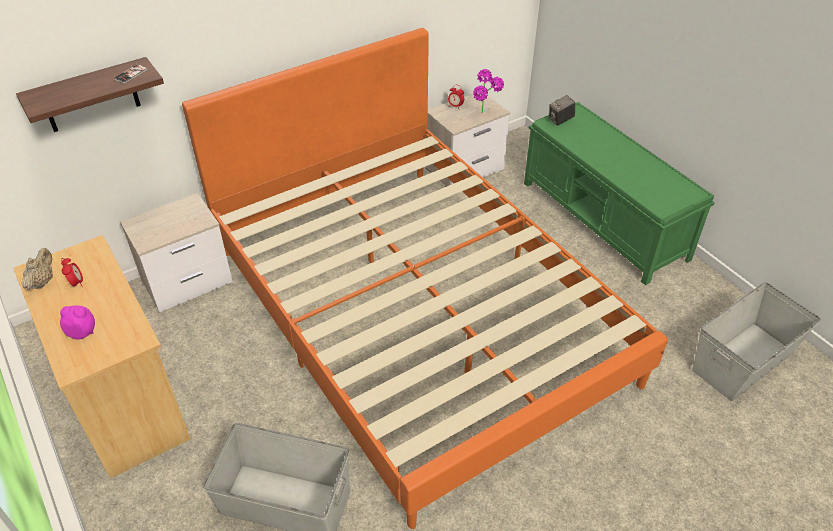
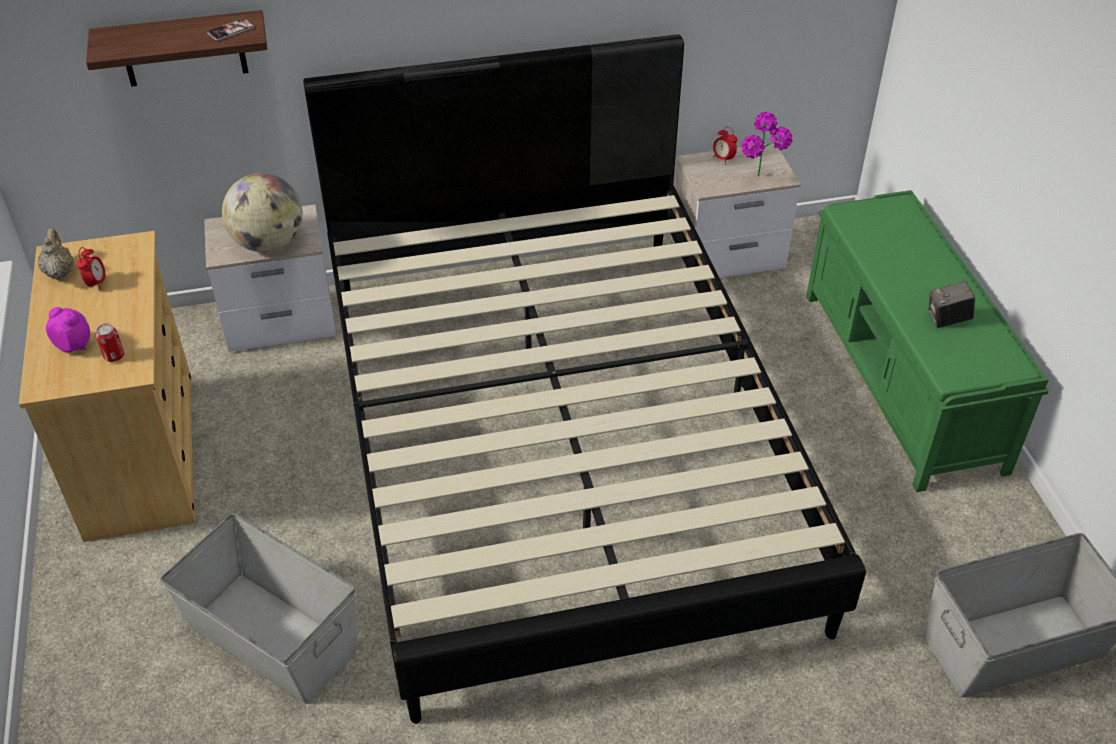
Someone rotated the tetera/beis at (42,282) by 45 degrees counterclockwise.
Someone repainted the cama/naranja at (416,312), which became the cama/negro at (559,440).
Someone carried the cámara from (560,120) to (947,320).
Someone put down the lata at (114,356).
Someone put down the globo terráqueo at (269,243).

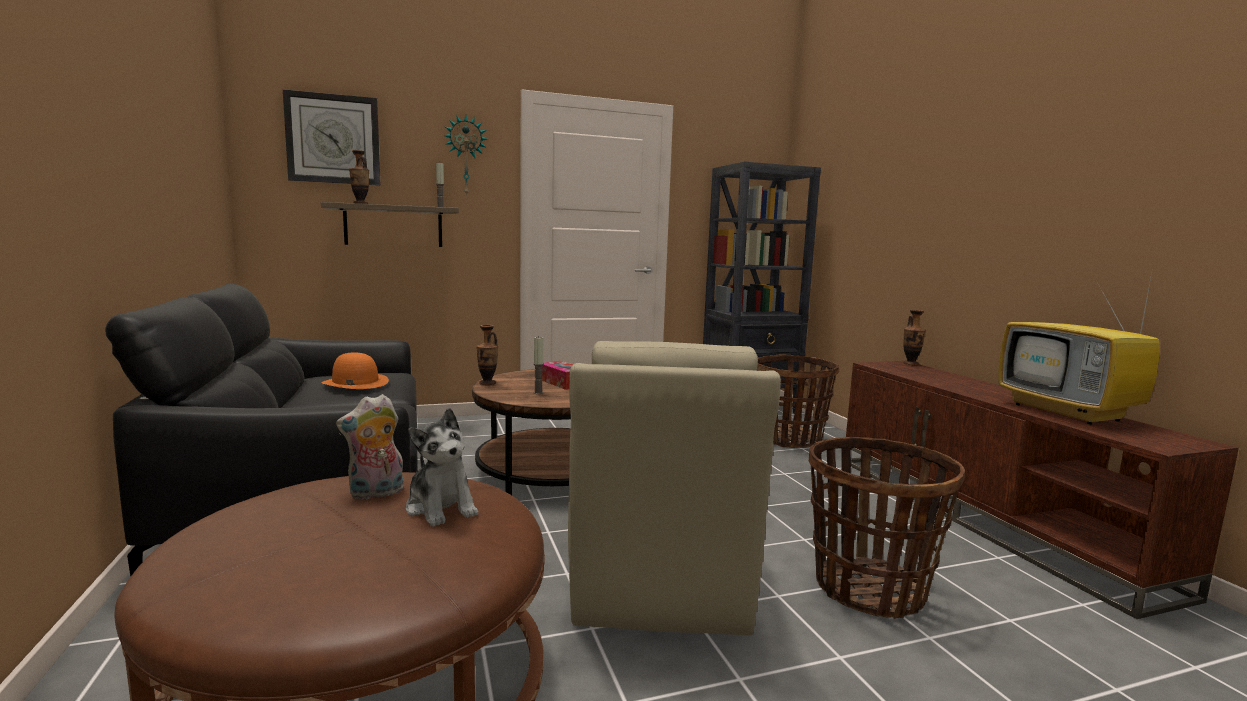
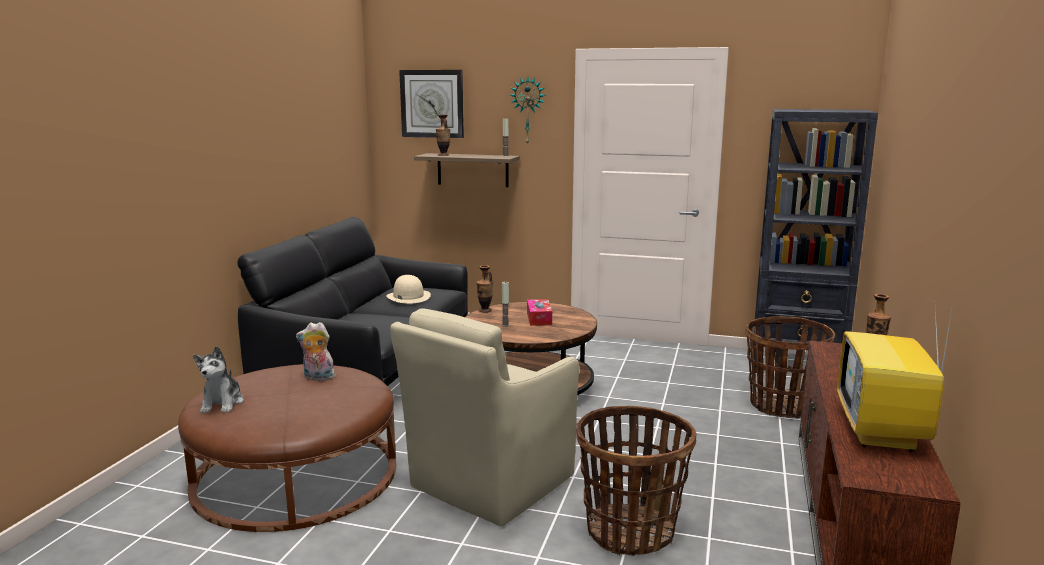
Someone repainted the sombrero/naranja at (355,382), which became the sombrero/beis at (408,297).
Someone carried the peluche from (441,508) to (222,403).

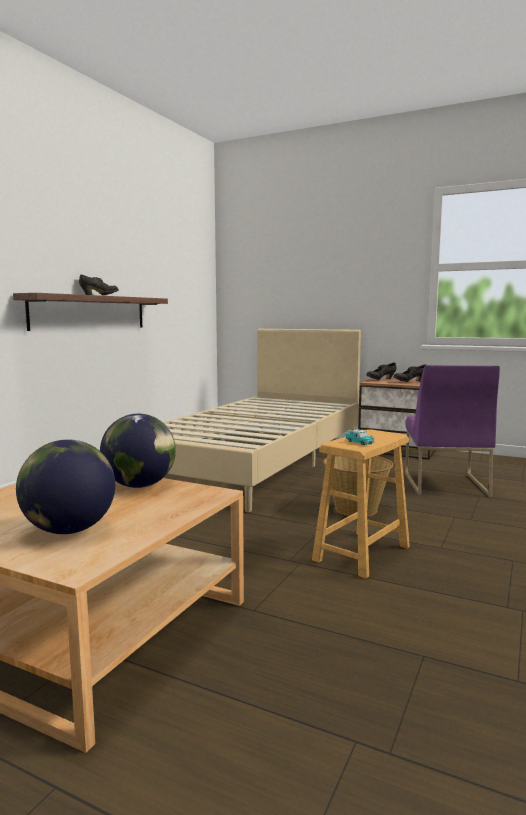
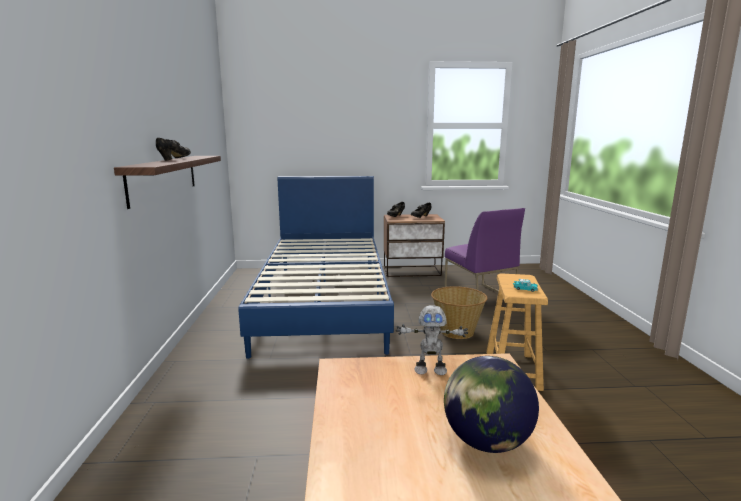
Someone swapped the globo terráqueo at (140,486) for the robot de juguete at (430,370).
Someone repainted the cama/beis at (257,461), which became the cama/azul at (324,301).

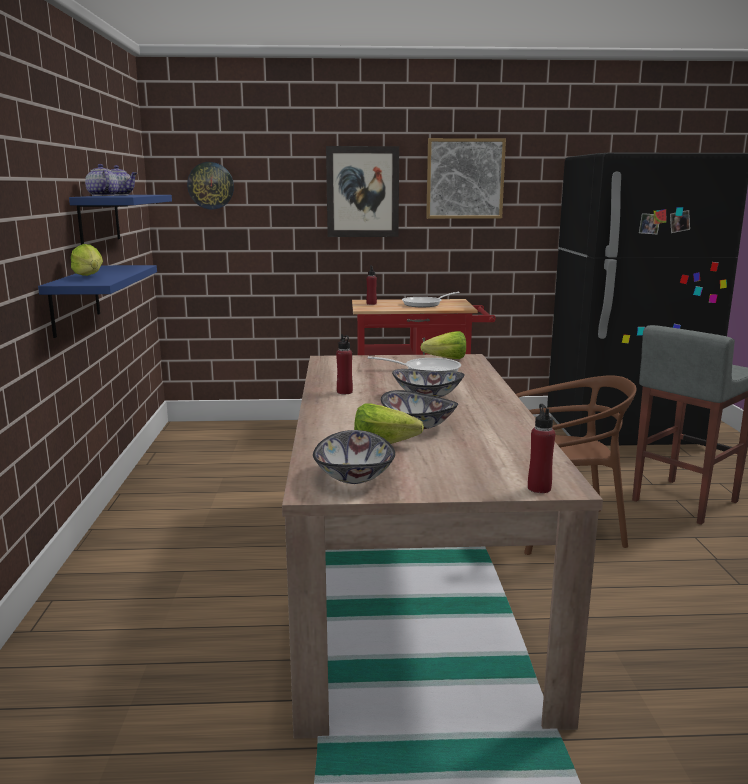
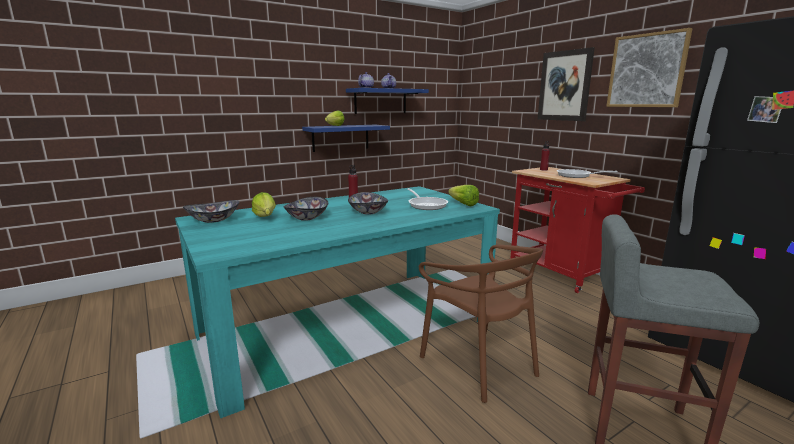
Someone took away the reloj de pared at (211,185).
Someone repainted the mesa de comedor/beis at (410,581), which became the mesa de comedor/turquesa at (347,325).
Someone took away the botella/rojo at (539,488).

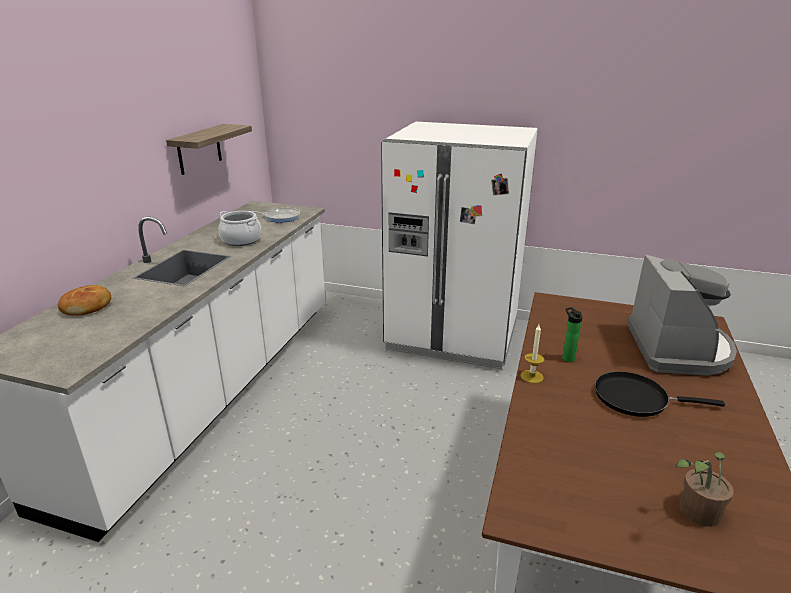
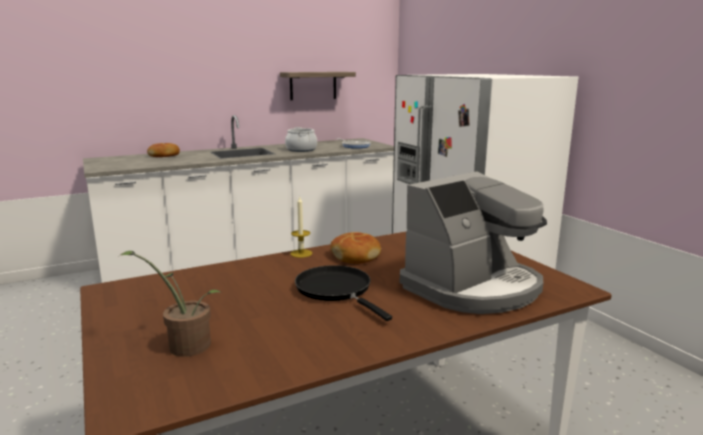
Someone swapped the botella at (567,358) for the pan at (356,256).

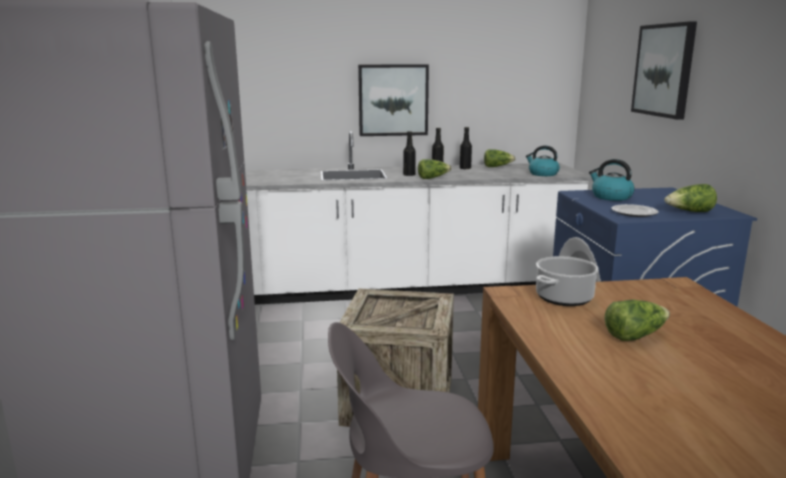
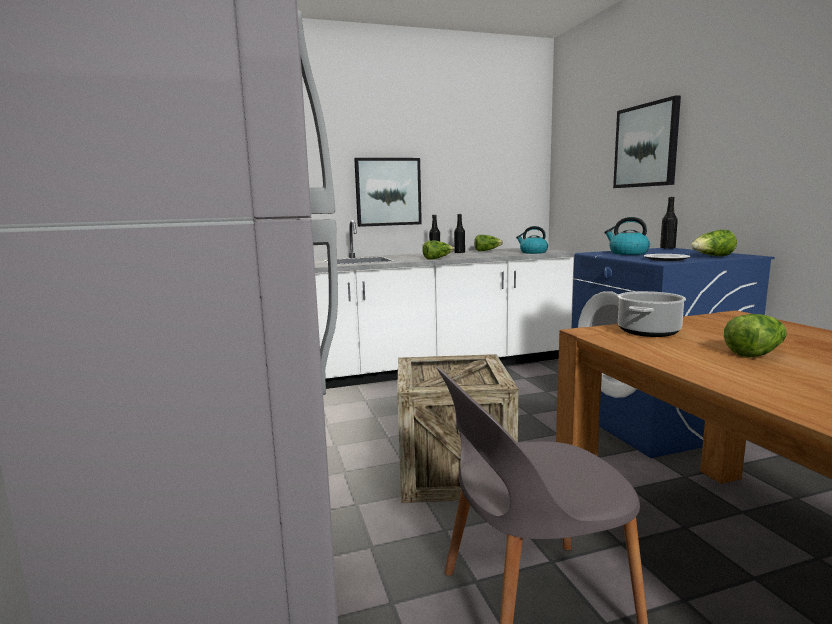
Someone carried the botella/negro from (409,175) to (667,248).

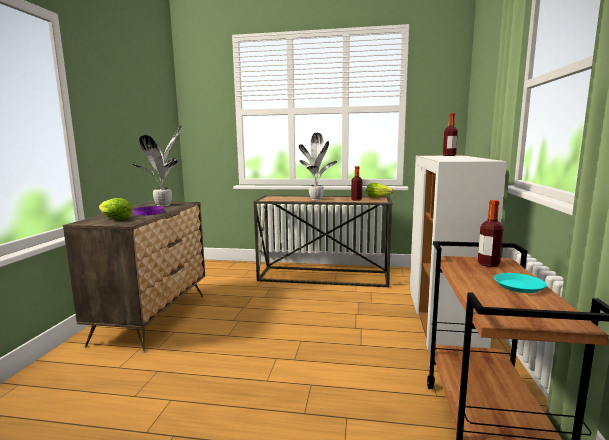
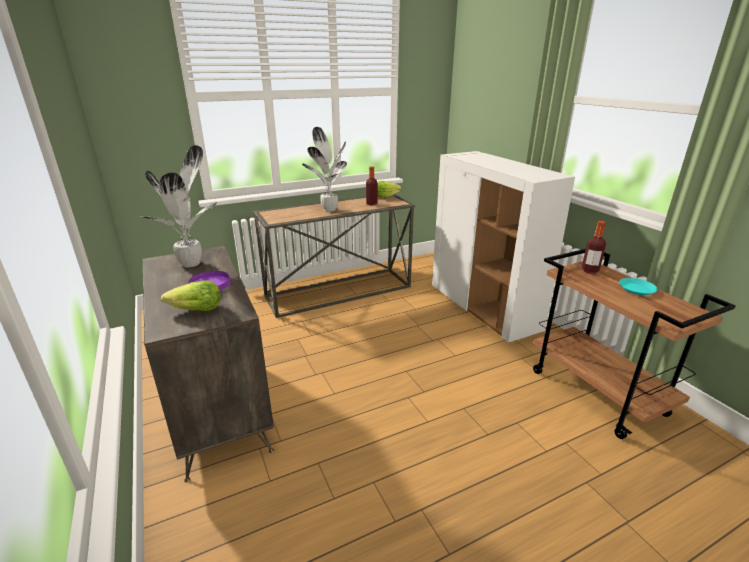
Someone took away the botella at (449,155).

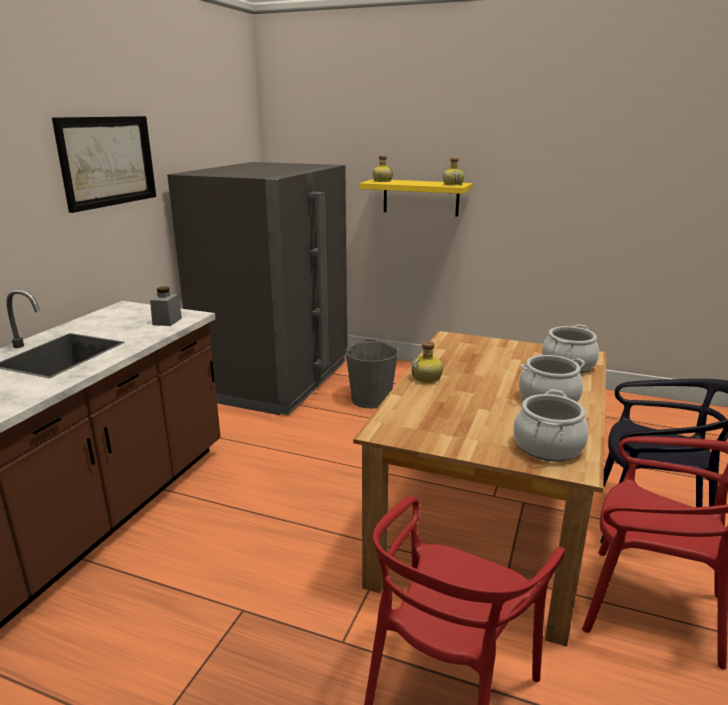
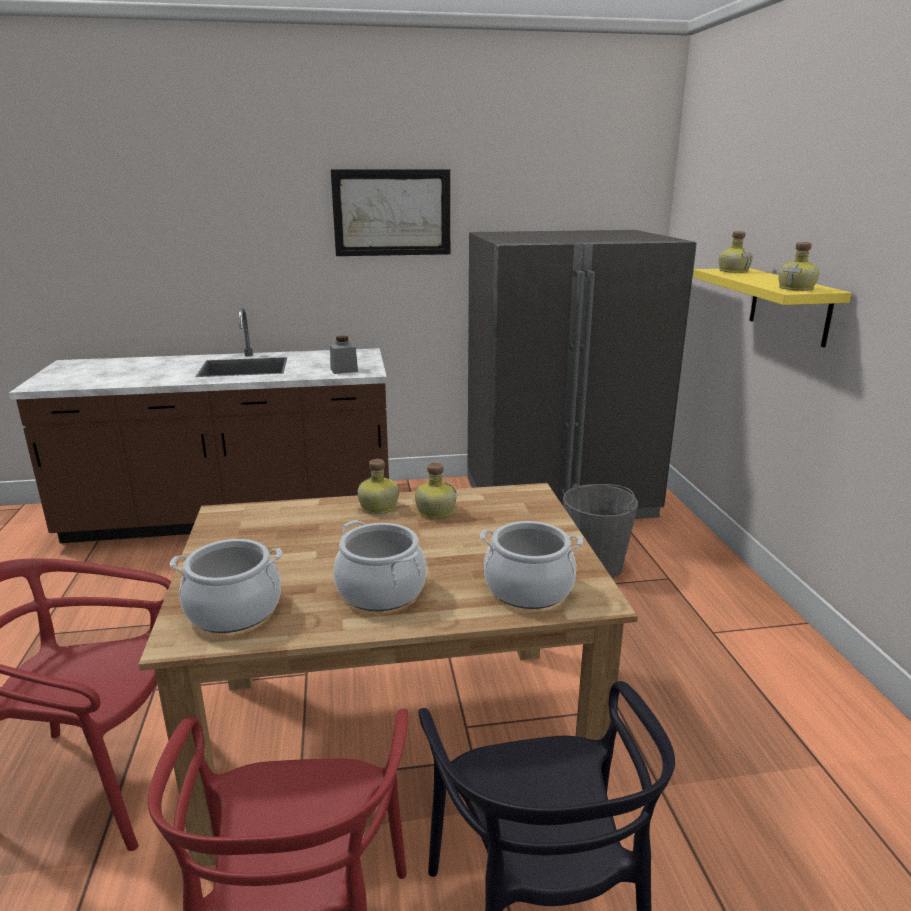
Someone put down the botella at (434,511).

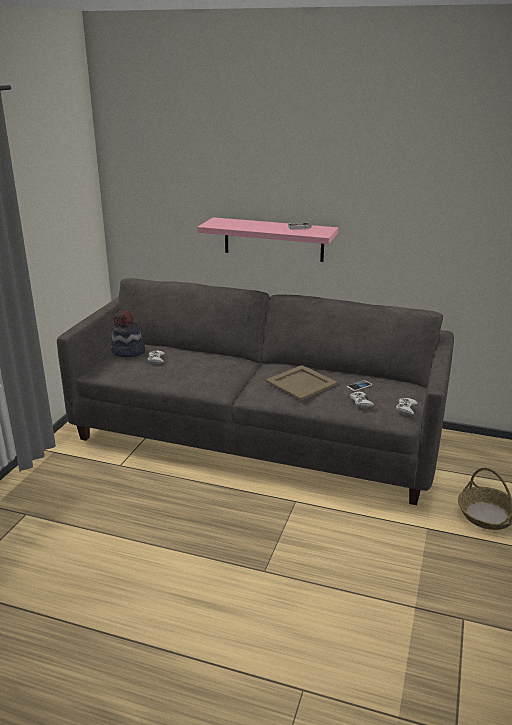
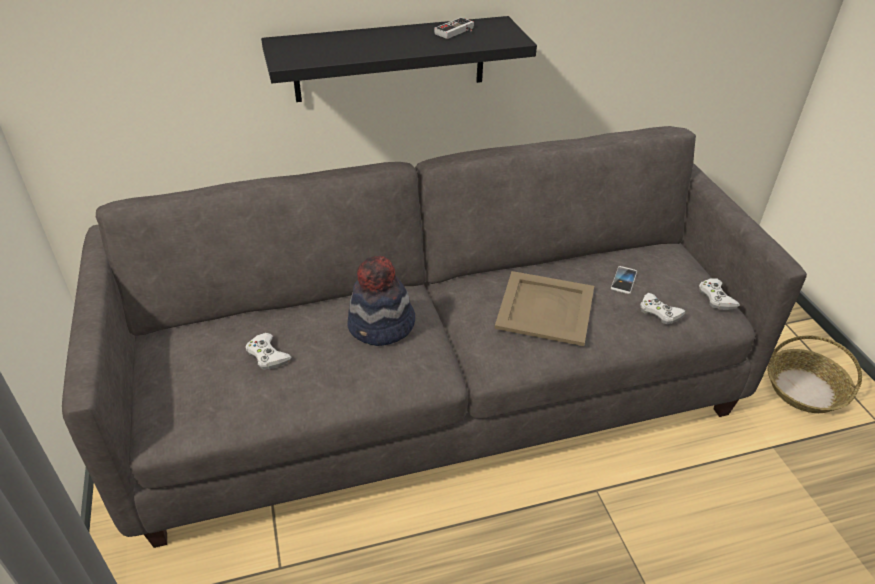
Someone carried the sombrero from (128,351) to (381,326).
Someone repainted the estante/rosa at (273,239), which became the estante/negro at (390,59).

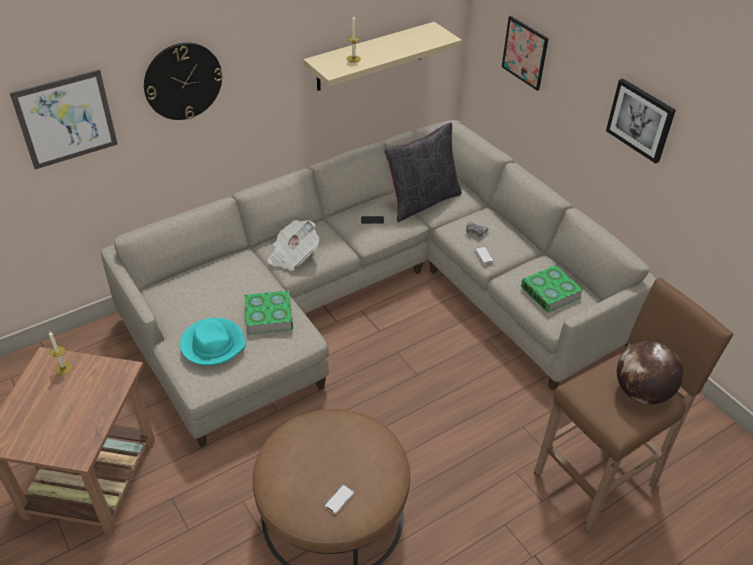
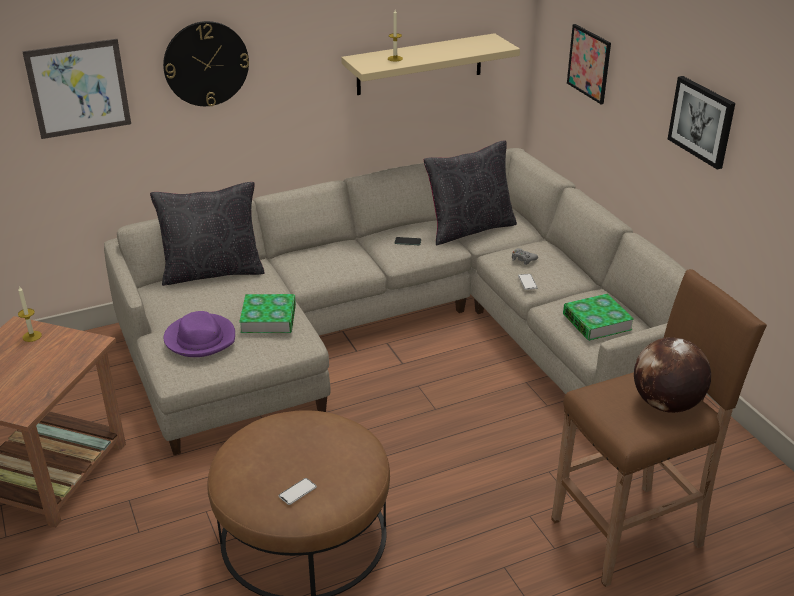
Someone repainted the sombrero/turquesa at (213,344), which became the sombrero/morado at (200,338).
Someone took away the periódico at (293,255).
Someone put down the cojín/negro at (212,272).

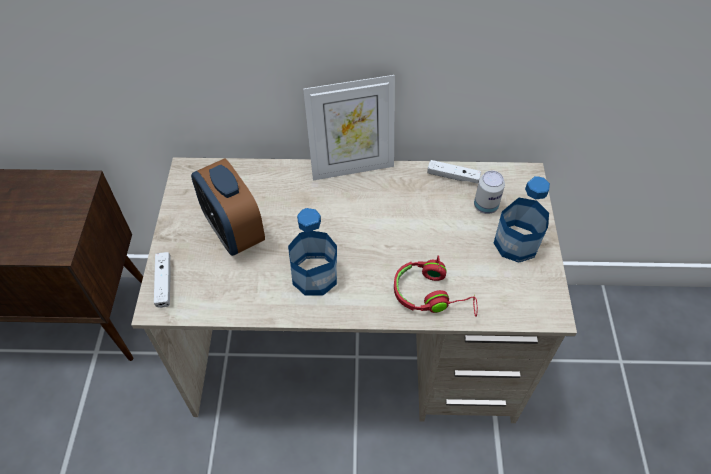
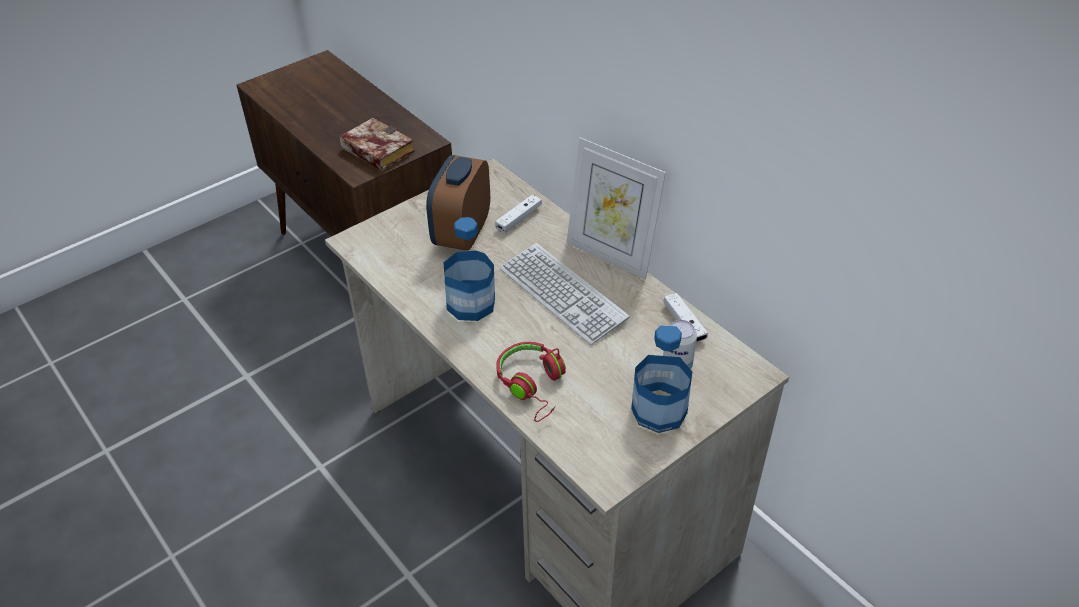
Someone carried the mando de consola/blanco from (164,283) to (518,219).
Someone put down the libro at (374,150).
Someone put down the teclado at (562,294).

